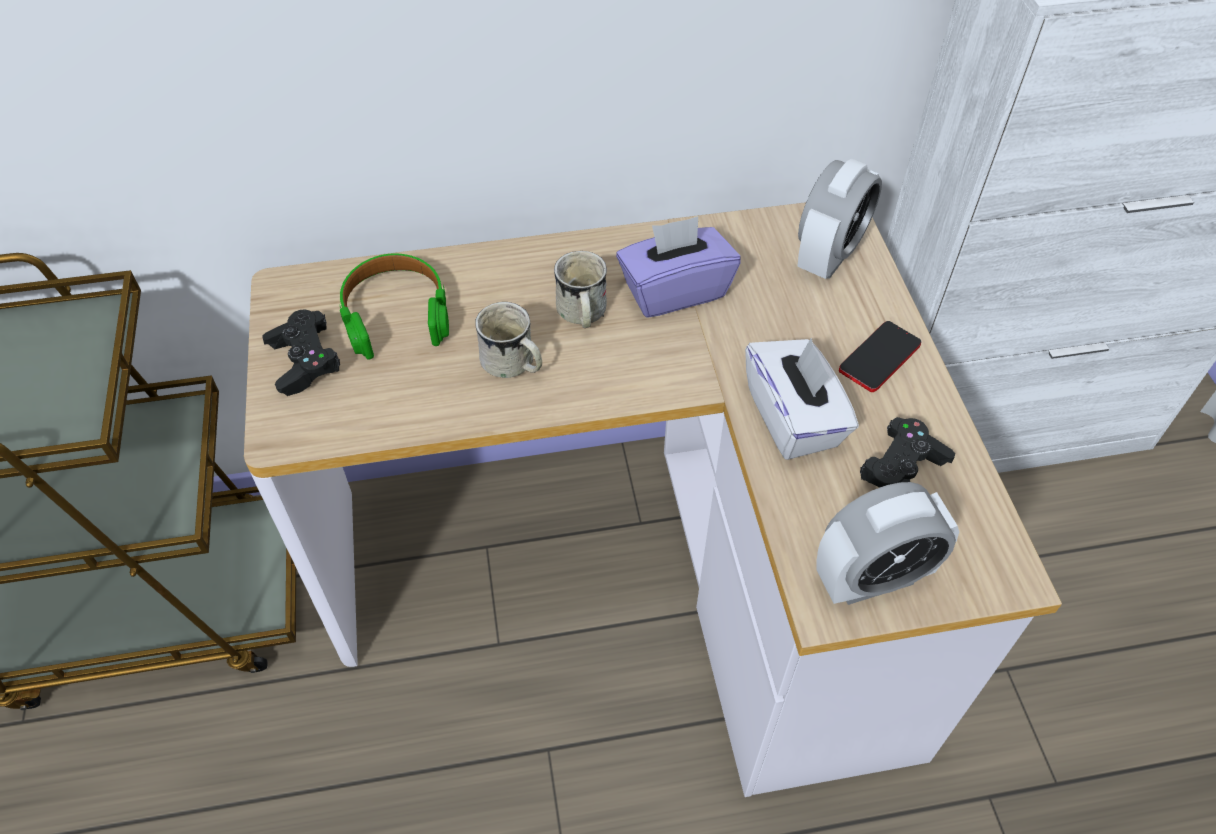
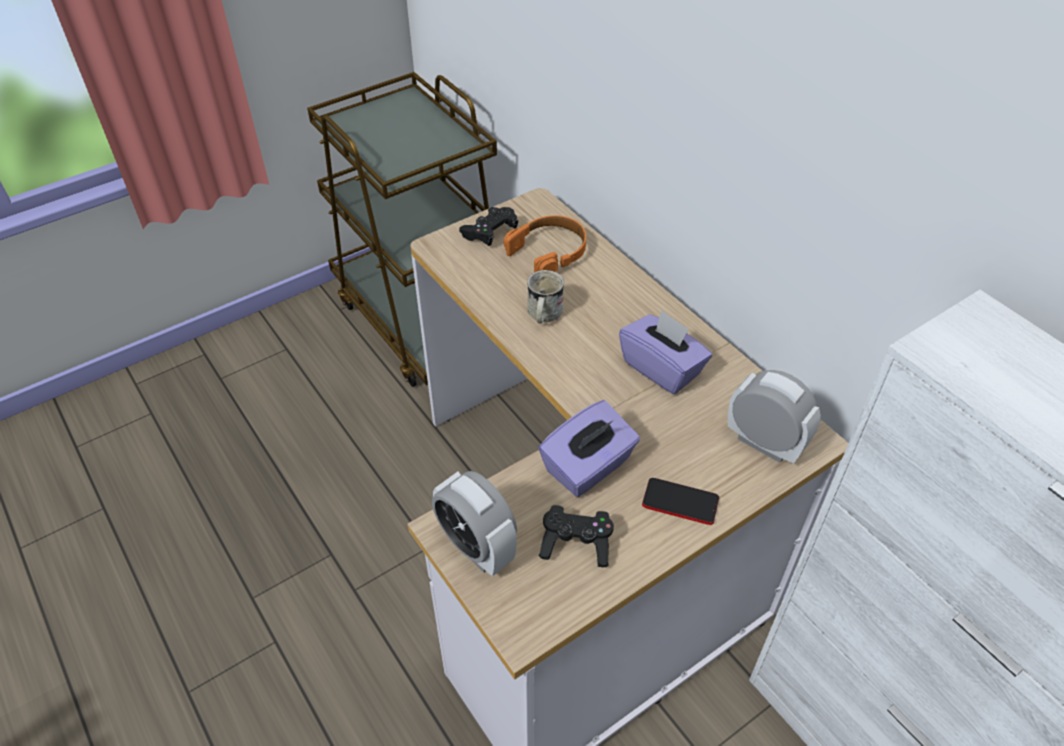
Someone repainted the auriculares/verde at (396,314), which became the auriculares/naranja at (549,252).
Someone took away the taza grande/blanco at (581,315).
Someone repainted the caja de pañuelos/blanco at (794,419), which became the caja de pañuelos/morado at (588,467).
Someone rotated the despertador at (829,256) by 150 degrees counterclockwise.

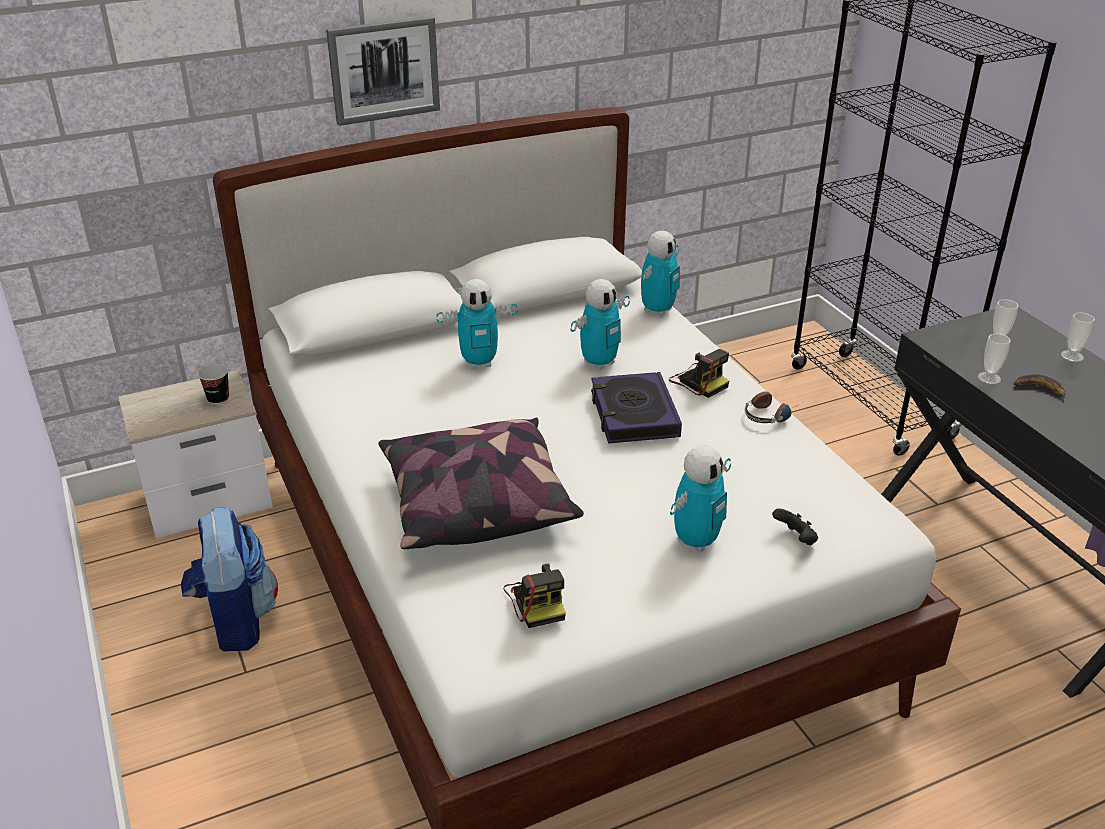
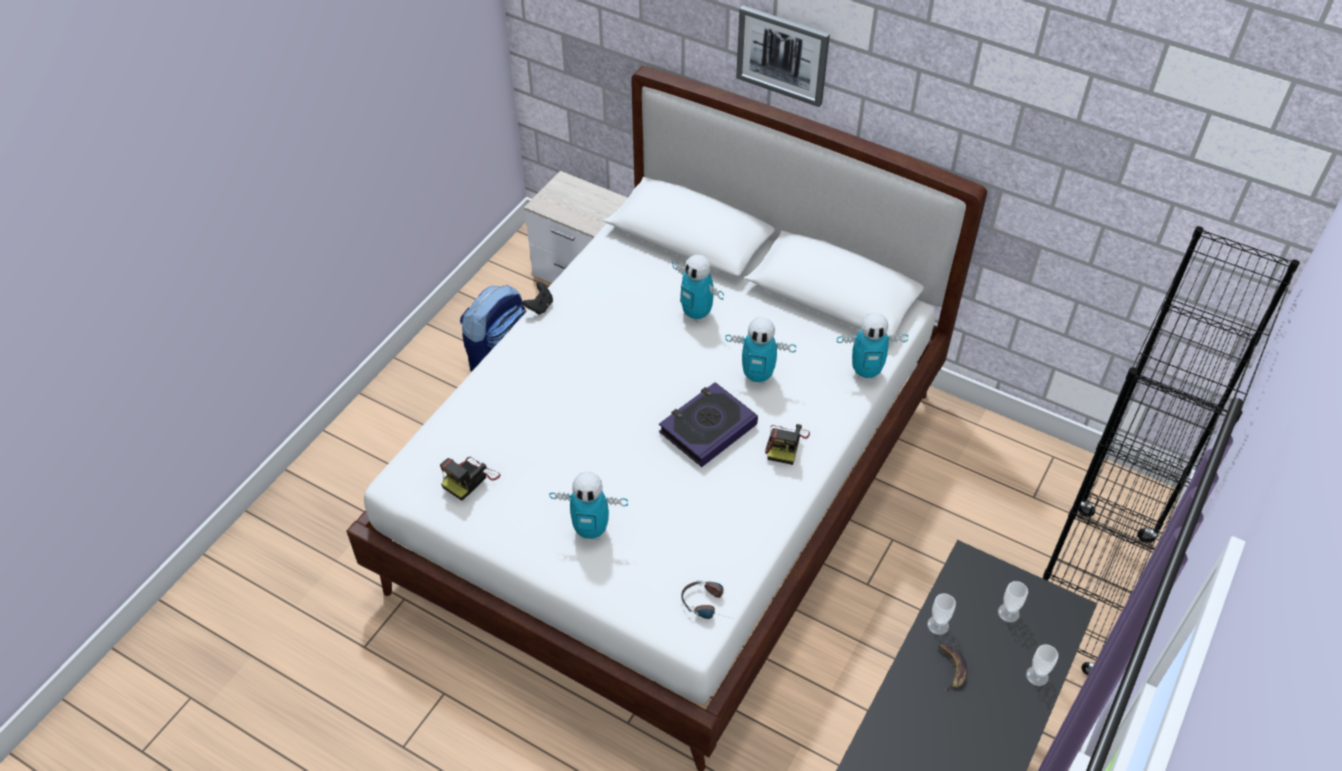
Someone took away the taza at (218,399).
Someone took away the cojín at (475,504).
Someone carried the auriculares from (770,414) to (709,604).
Someone carried the mando de consola/negro from (795,539) to (540,307).

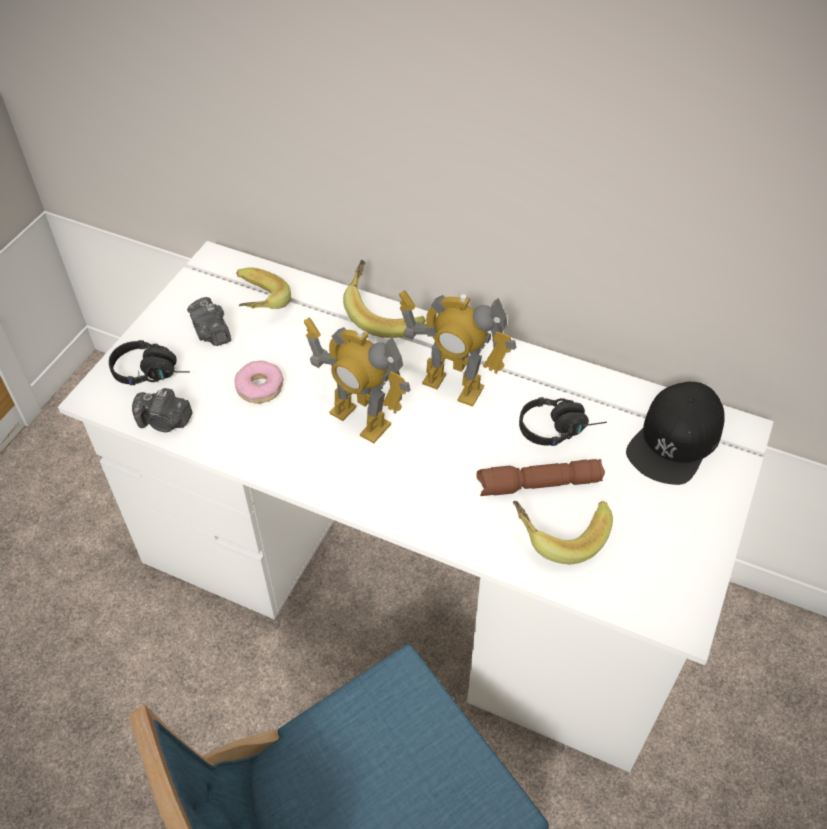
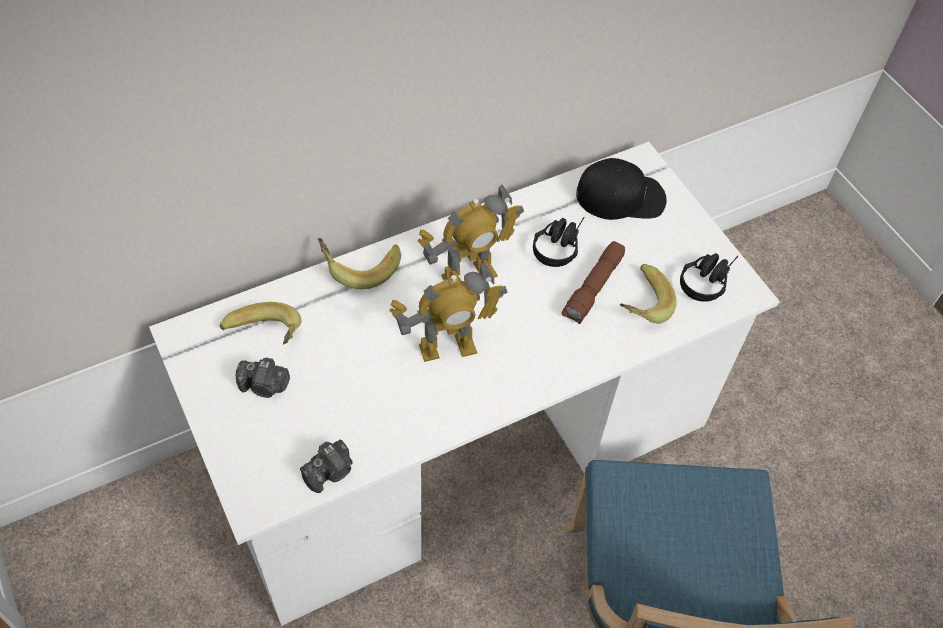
Someone carried the auriculares/negro from (153,372) to (707,279).
Someone took away the rosquilla at (259,387).
Someone rotated the gorra/negro at (675,440) by 75 degrees counterclockwise.

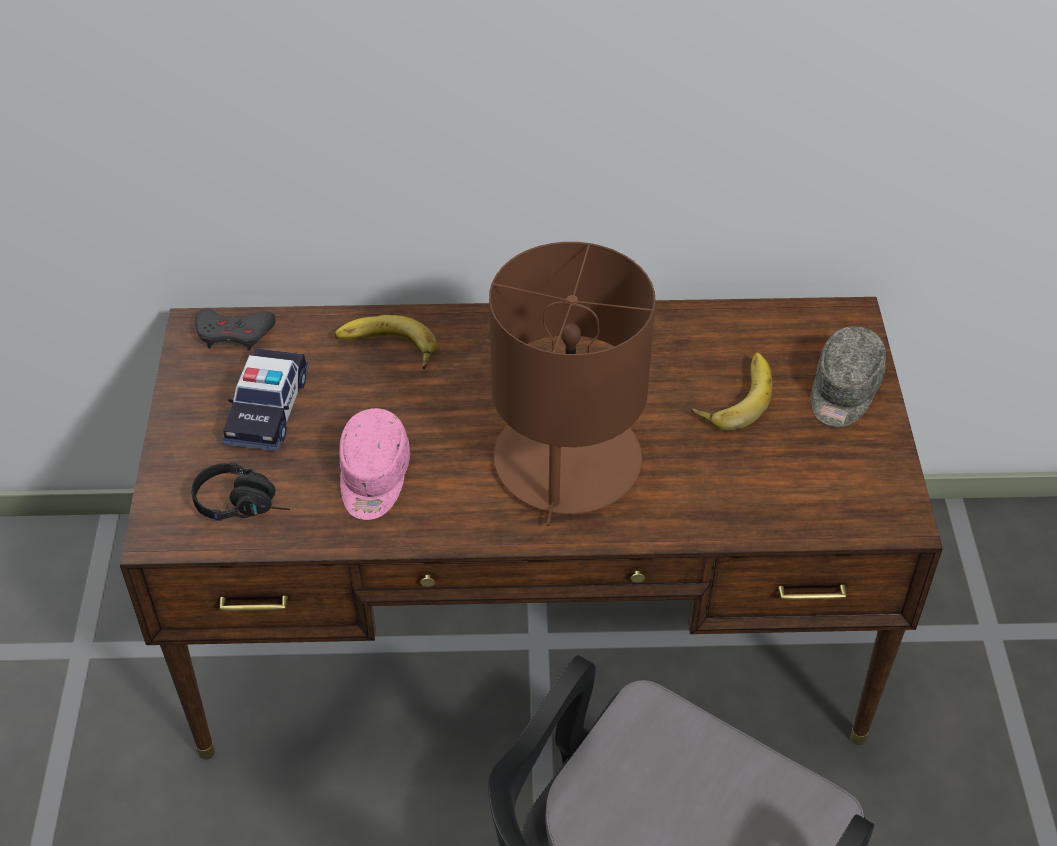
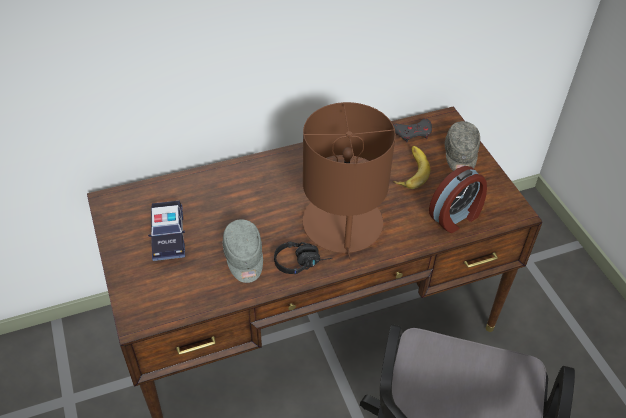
Someone carried the auriculares/negro from (245,504) to (302,262).
Someone carried the mando de consola/gris from (234,333) to (412,133).
Someone took away the plátano at (386,350).
Someone repainted the gorra/rosa at (373,478), which became the gorra/gris at (244,258).
Someone put down the despertador at (456,217).

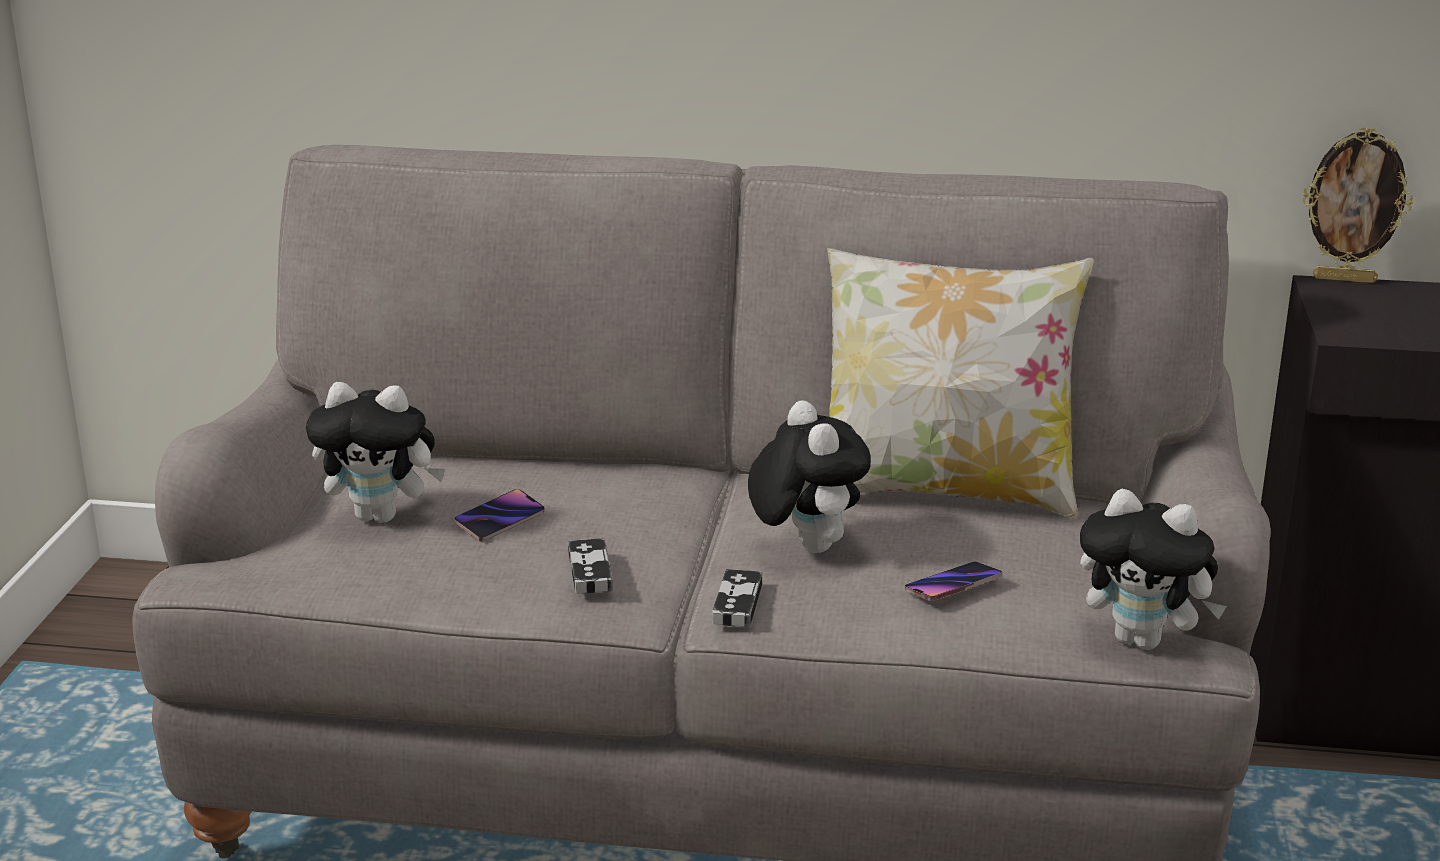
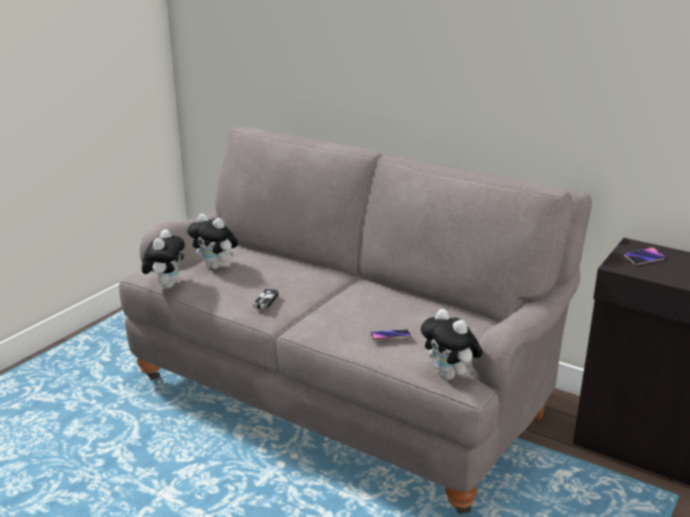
Someone carried the móvil from (500,520) to (644,258).
Someone took away the mando de consola at (737,603).
Someone carried the peluche from (805,546) to (166,285).
Someone took away the cojín at (944,490).
Someone took away the portarretratos at (1344,279).

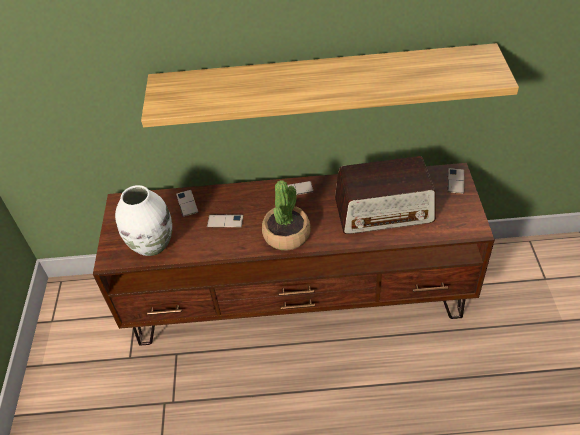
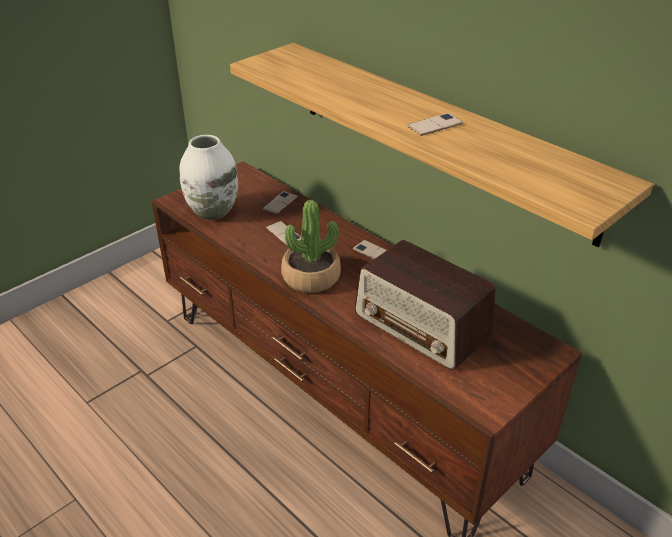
Someone carried the móvil from (455,181) to (435,125).

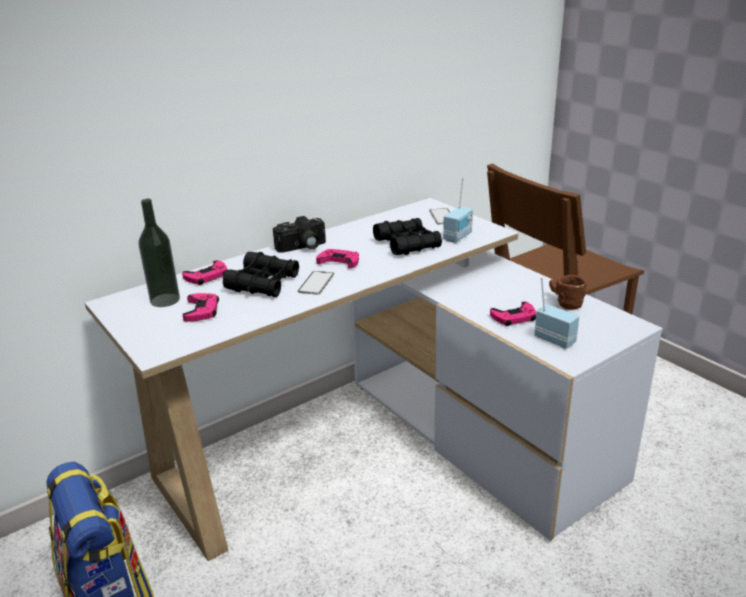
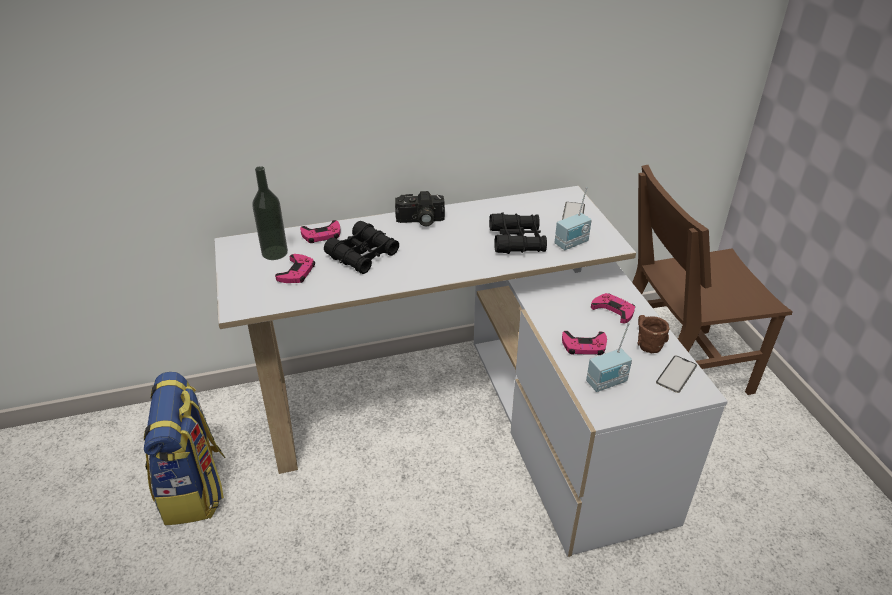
Someone carried the móvil from (316,283) to (676,374).
Someone carried the mando de consola/rosa from (339,261) to (613,310).
Someone rotated the radio at (555,339) by 90 degrees clockwise.

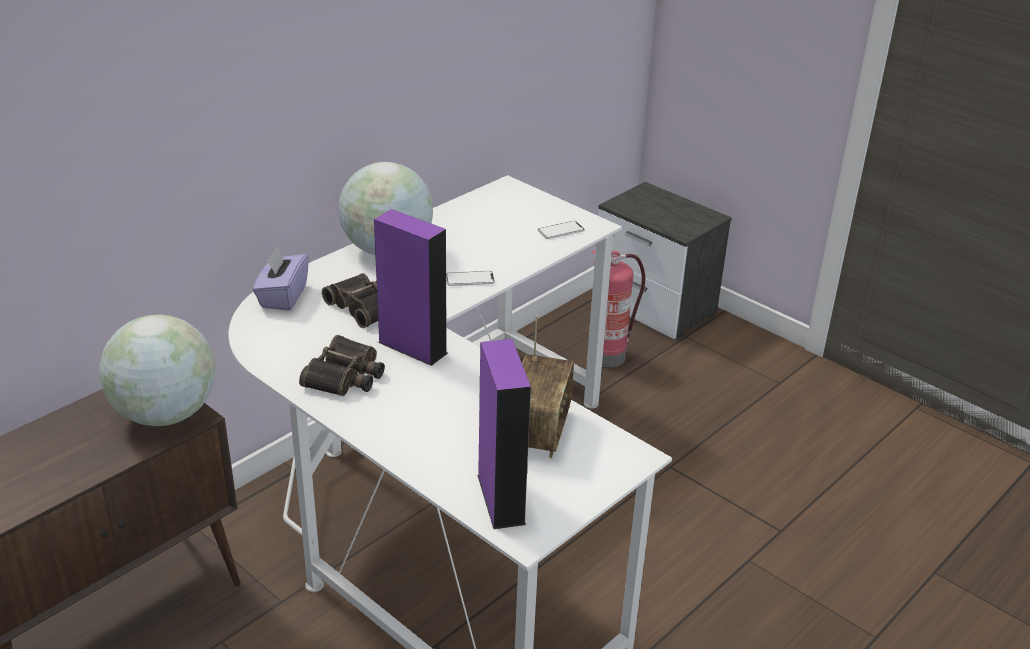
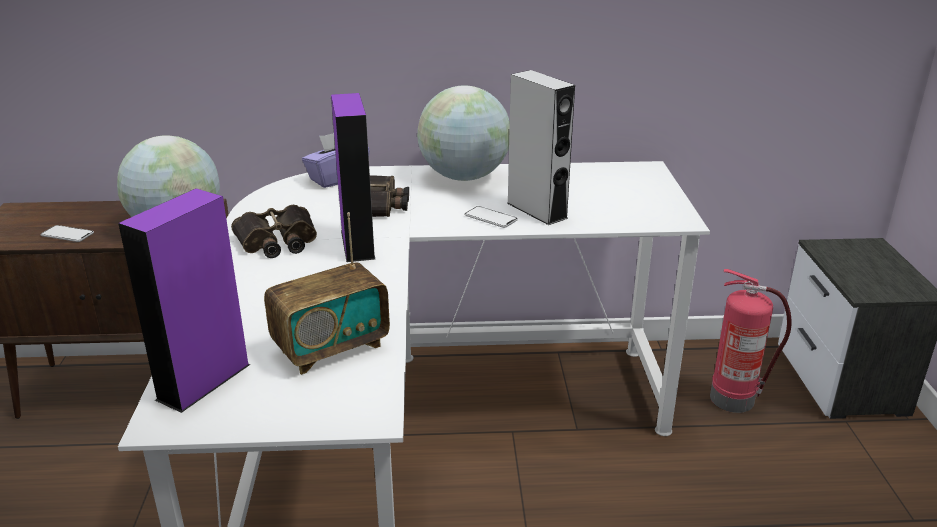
Someone carried the móvil from (561,231) to (67,235).
Someone put down the altavoz/gris at (536,210).

